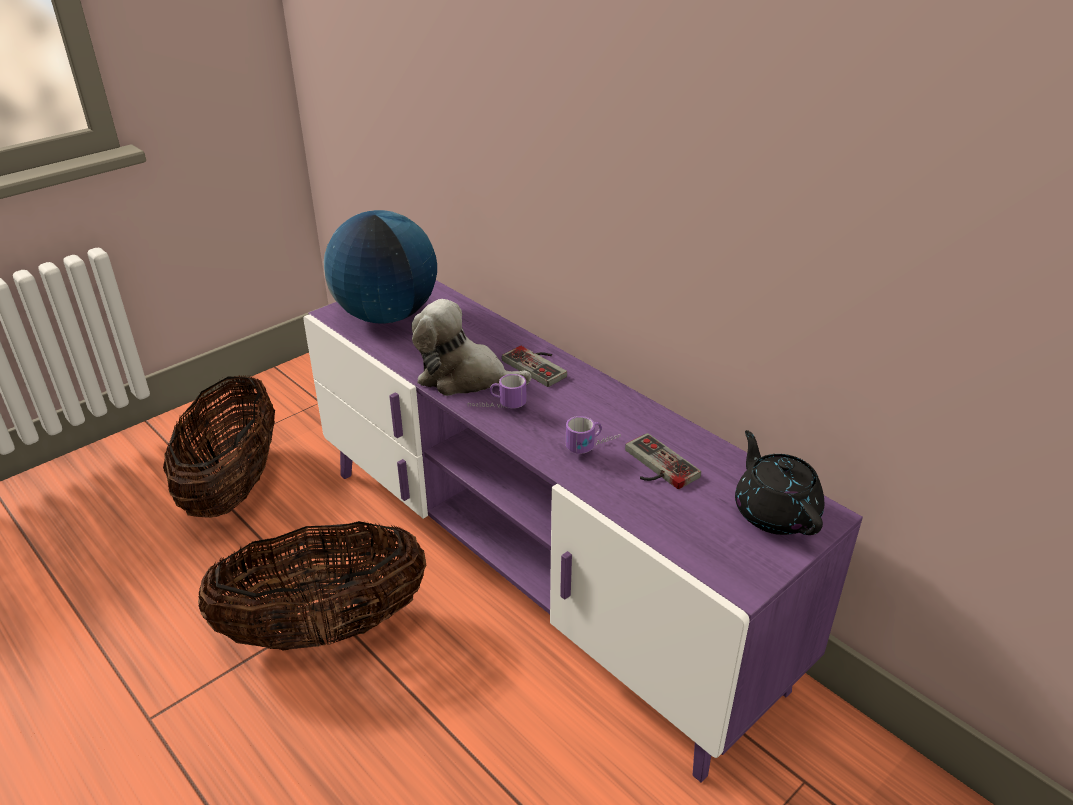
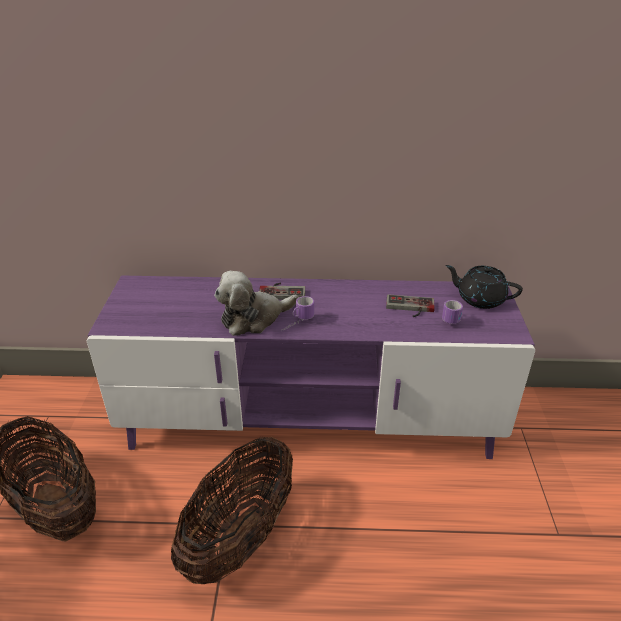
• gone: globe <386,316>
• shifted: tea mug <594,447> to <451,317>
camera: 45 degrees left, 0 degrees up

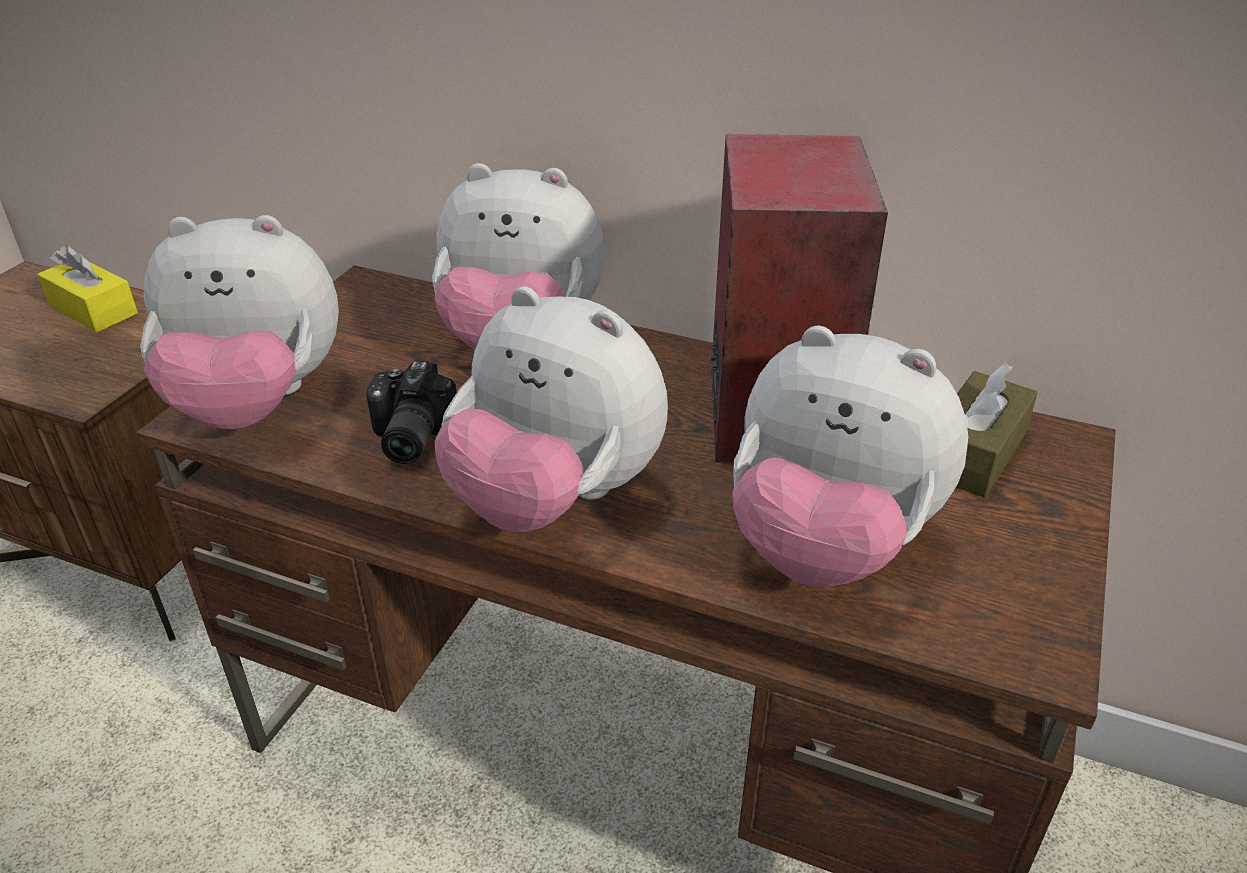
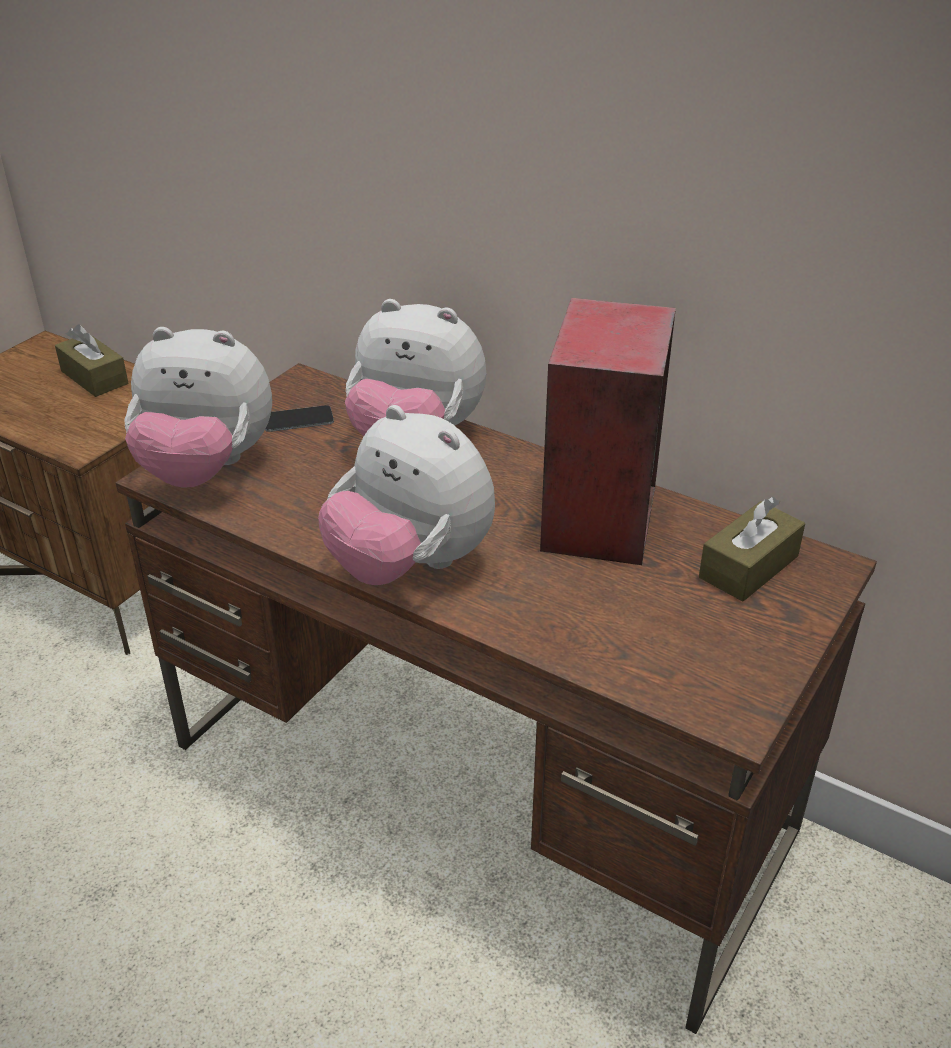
• repainted: yellow-coloured tissue holder <93,310> to brown tissue holder <94,377>
• gone: cuddly toy <828,545>
• gone: photo camera <406,437>
• new: telephone <298,419>
camera: 10 degrees right, 0 degrees up

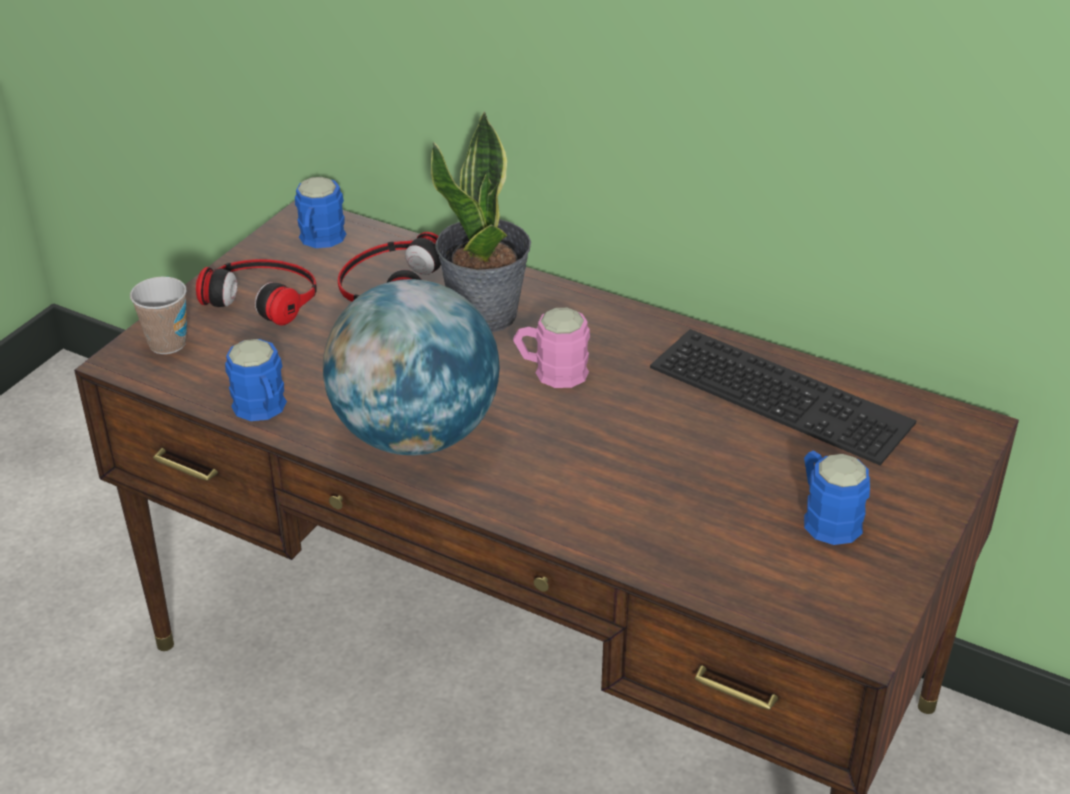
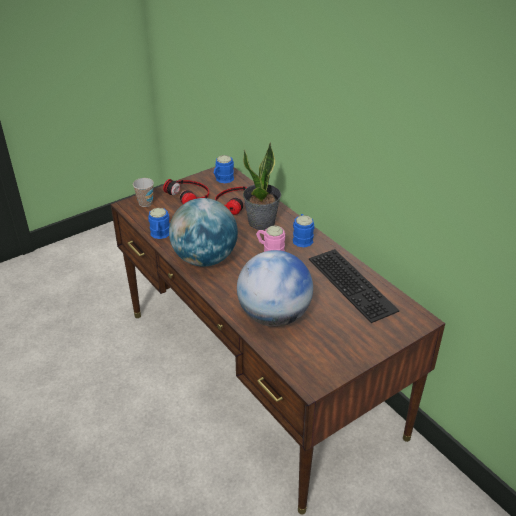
• shifted: blue-coloured tea mug <826,516> to <302,238>
• new: globe <274,316>
camera: 25 degrees right, 0 degrees up

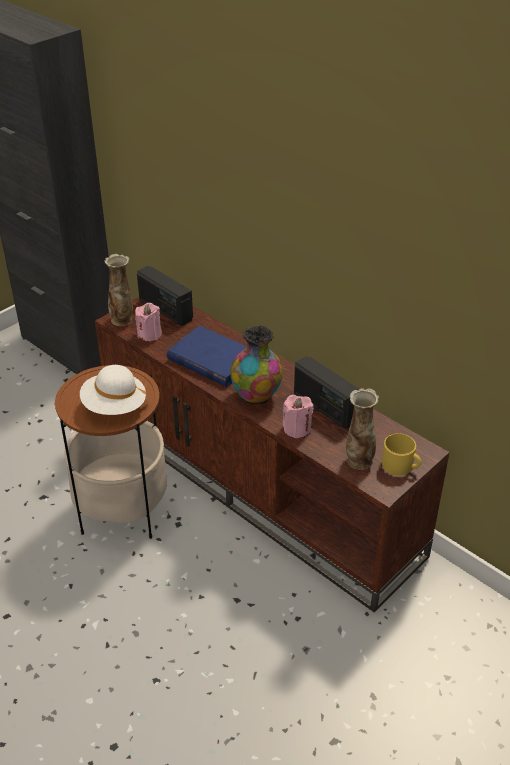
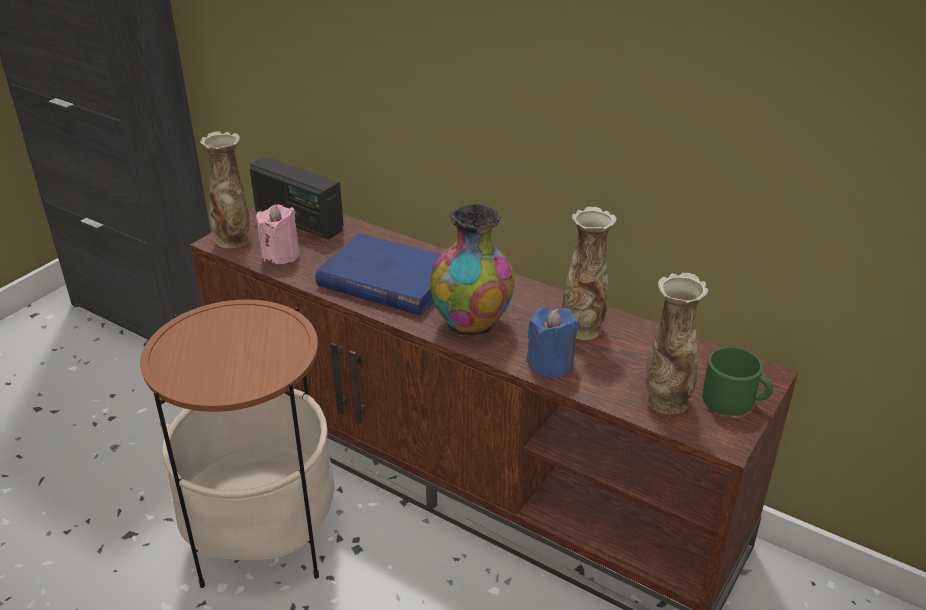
• swapped: radio set <324,407> to decorative vase <583,328>
• gone: white-coloured hat <114,406>
• repainted: pinkish candle <297,428> to blue-coloured candle <551,364>
• repainted: yellow-coloured tea mug <401,466> to green-coloured tea mug <735,400>
camera: 10 degrees left, 5 degrees down

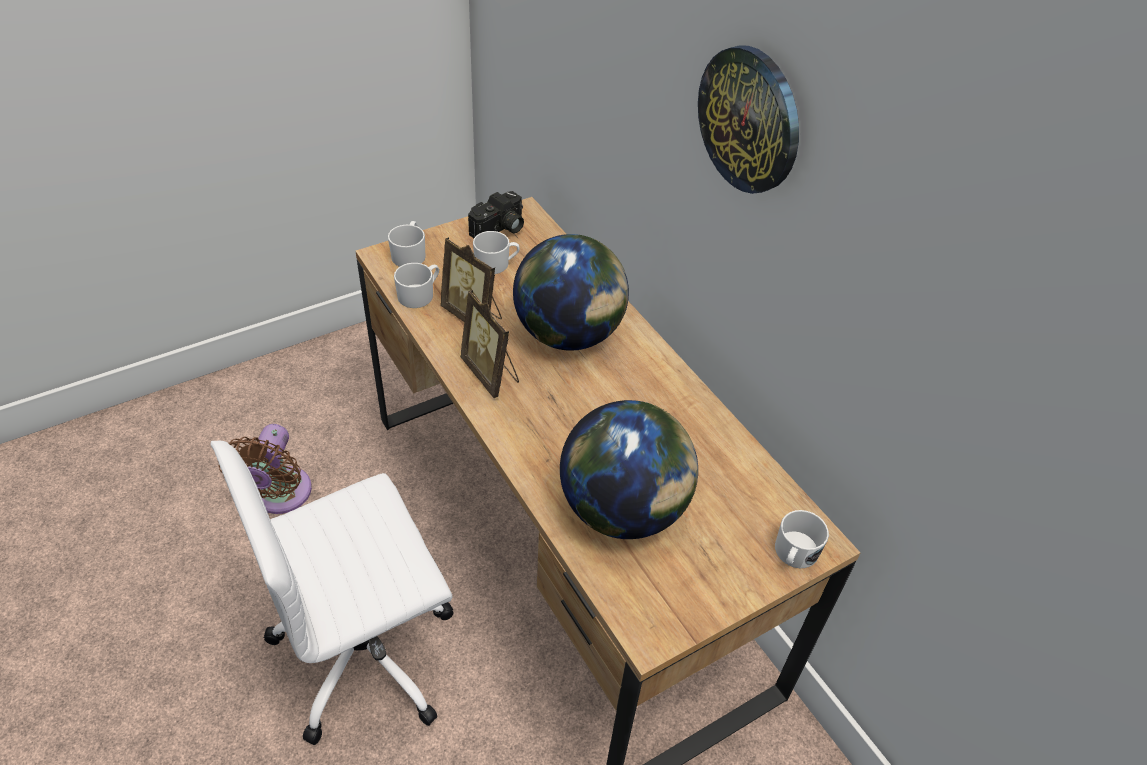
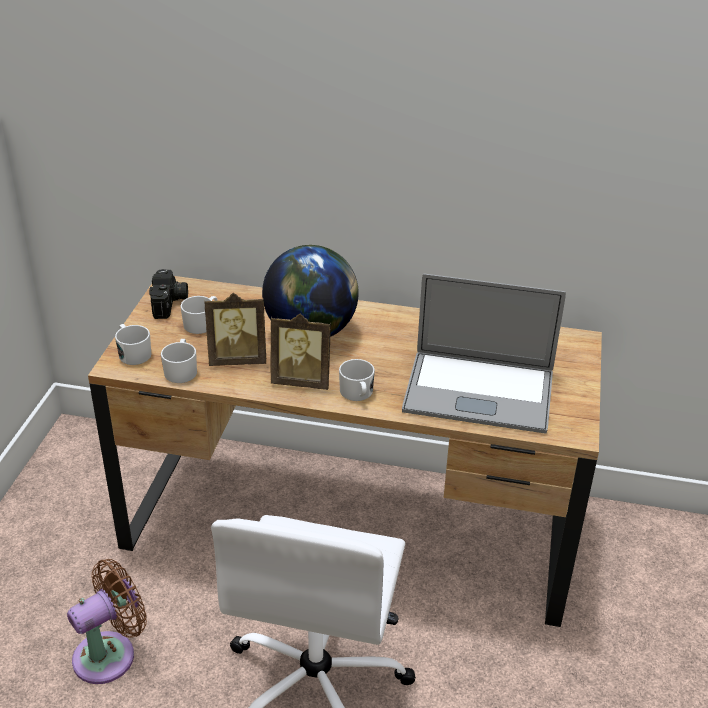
• gone: clock on the wall <750,120>
• swapped: globe <623,509> to laptop <478,392>
• rotated: brown cooling fan <279,496> = <110,654> 90 degrees counterclockwise
• shifted: white-coloured tea mug <794,554> to <357,394>
camera: 45 degrees left, 10 degrees down

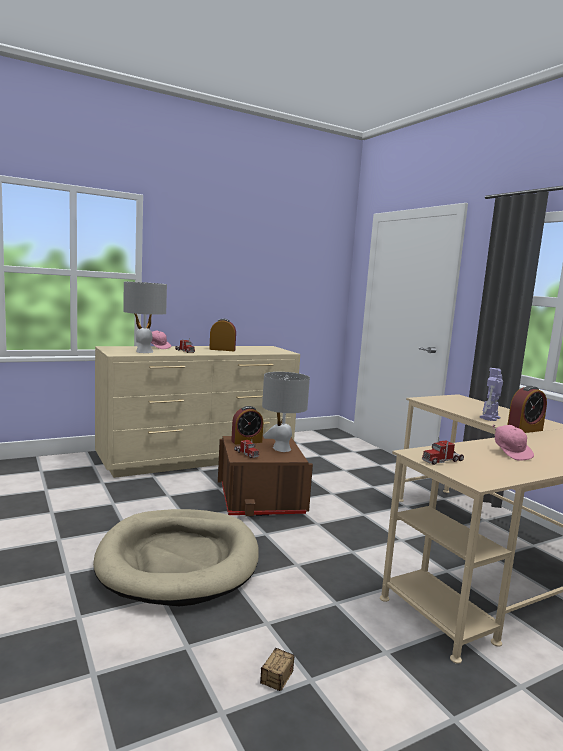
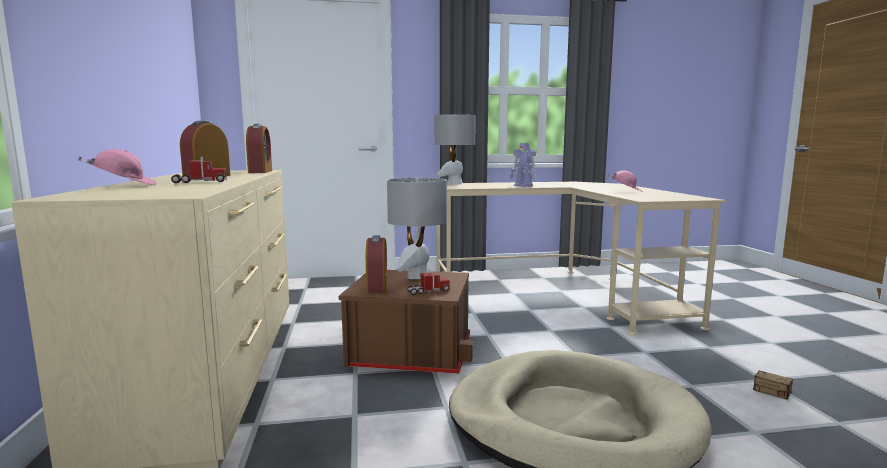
• shifted: greyish table lamp <144,351> to <454,183>
• shifted: table clock <524,430> to <260,172>
• gone: toy lorry <442,461>
camera: 70 degrees left, 0 degrees up

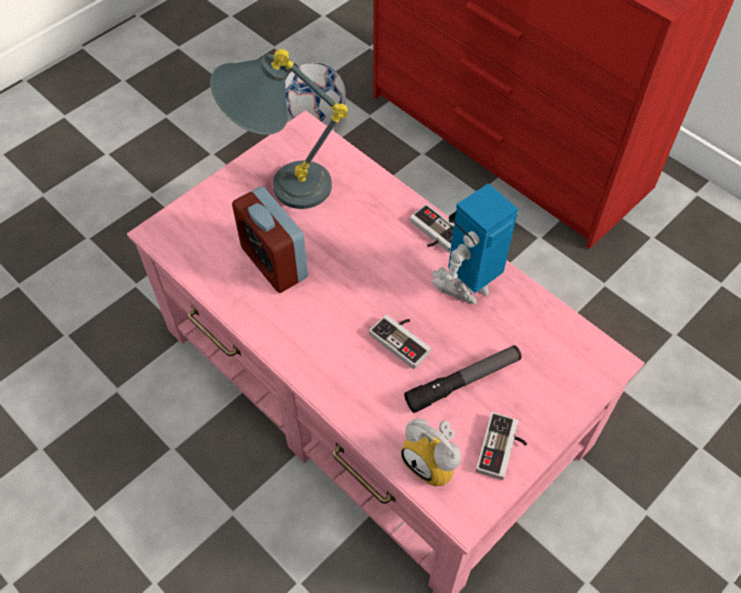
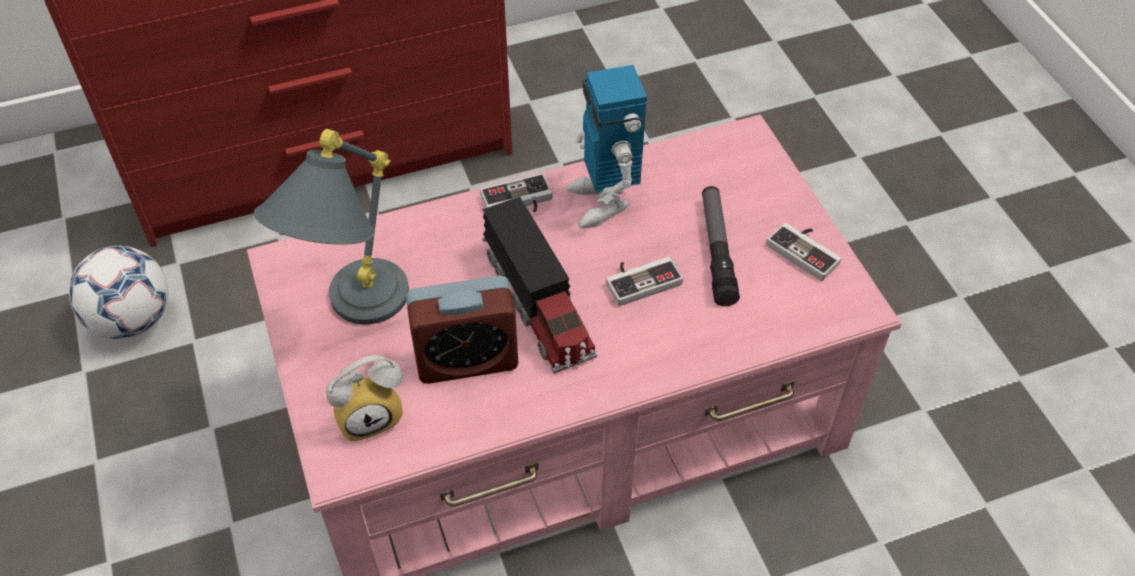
• shifted: table clock <434,462> to <370,414>
• new: toy lorry <539,304>
camera: 65 degrees left, 5 degrees down

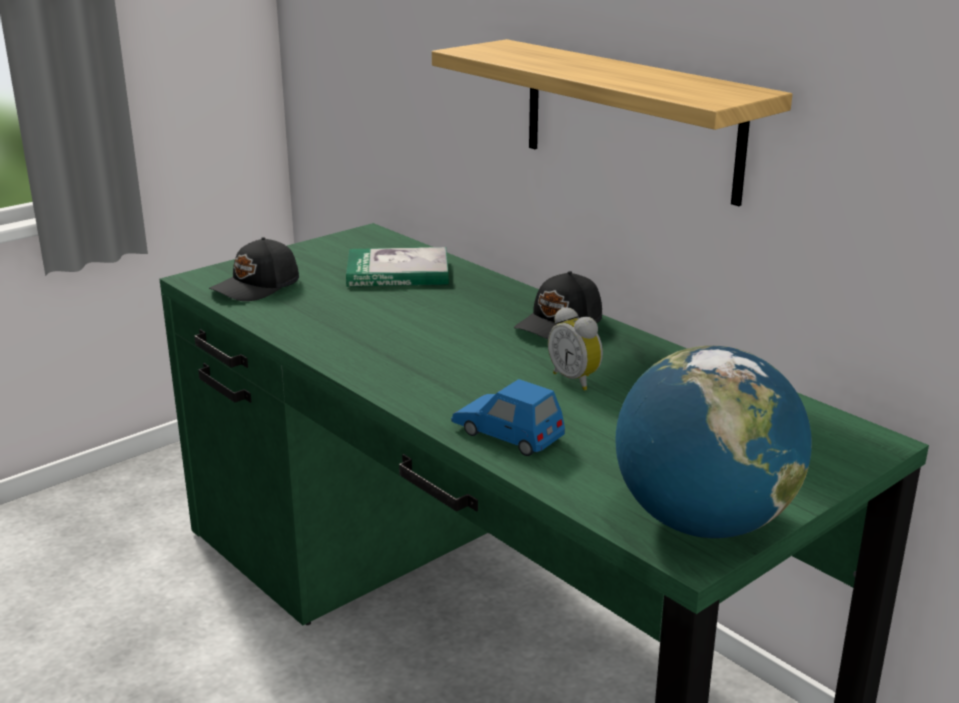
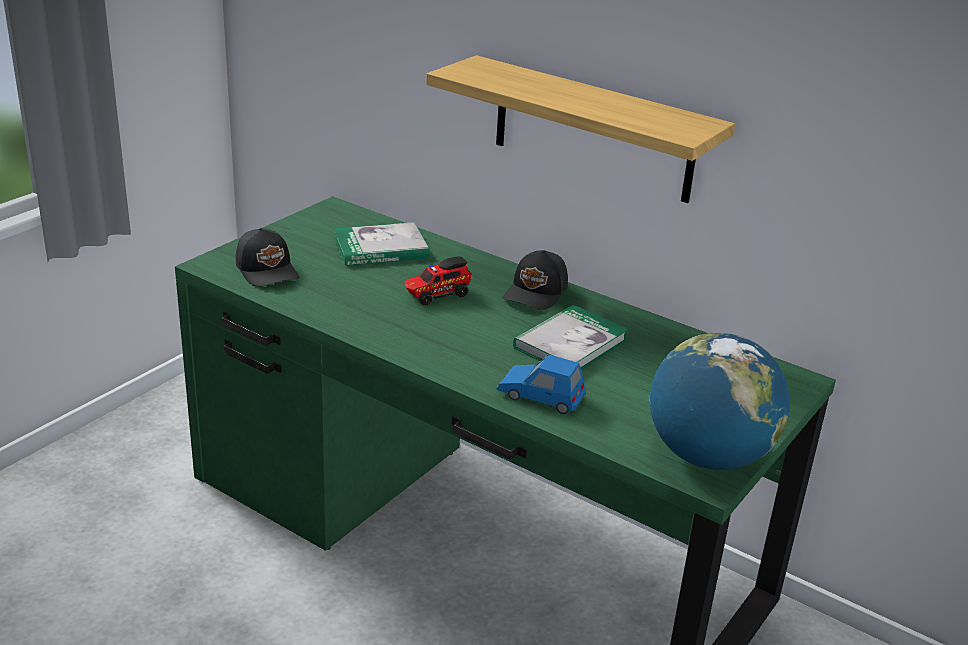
• rotated: blackish peaked cap <257,287> = <268,270> 60 degrees counterclockwise
• swapped: table clock <576,380> to bound book <570,343>
• new: toy lorry <436,295>
camera: 15 degrees left, 5 degrees up

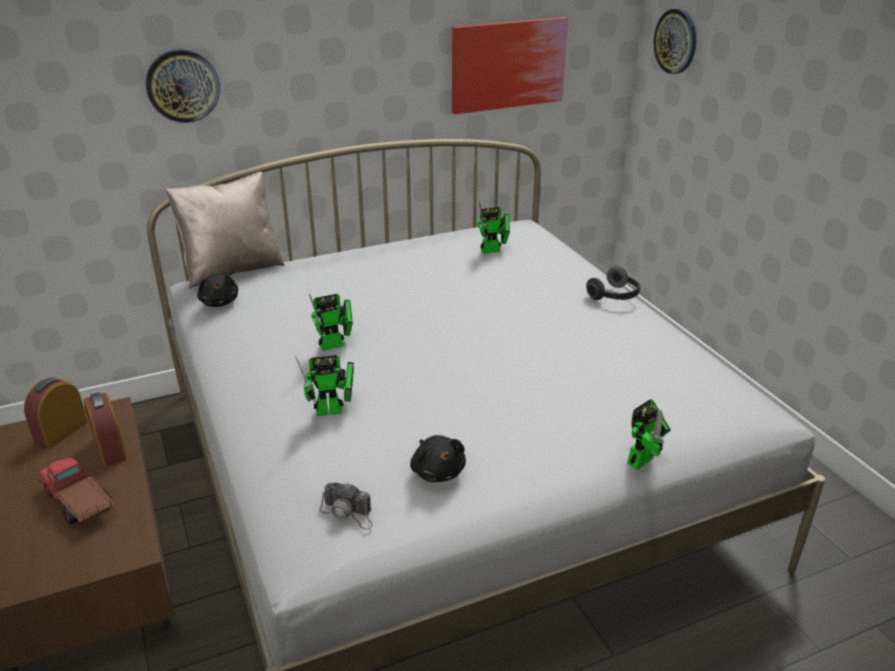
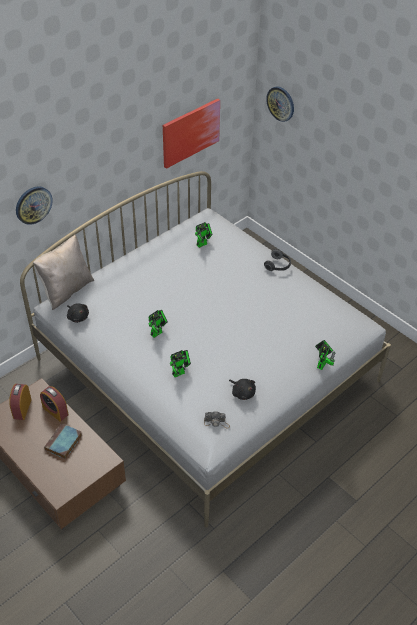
• swapped: toy lorry <79,503> to bound book <63,443>
camera: 20 degrees left, 15 degrees up

